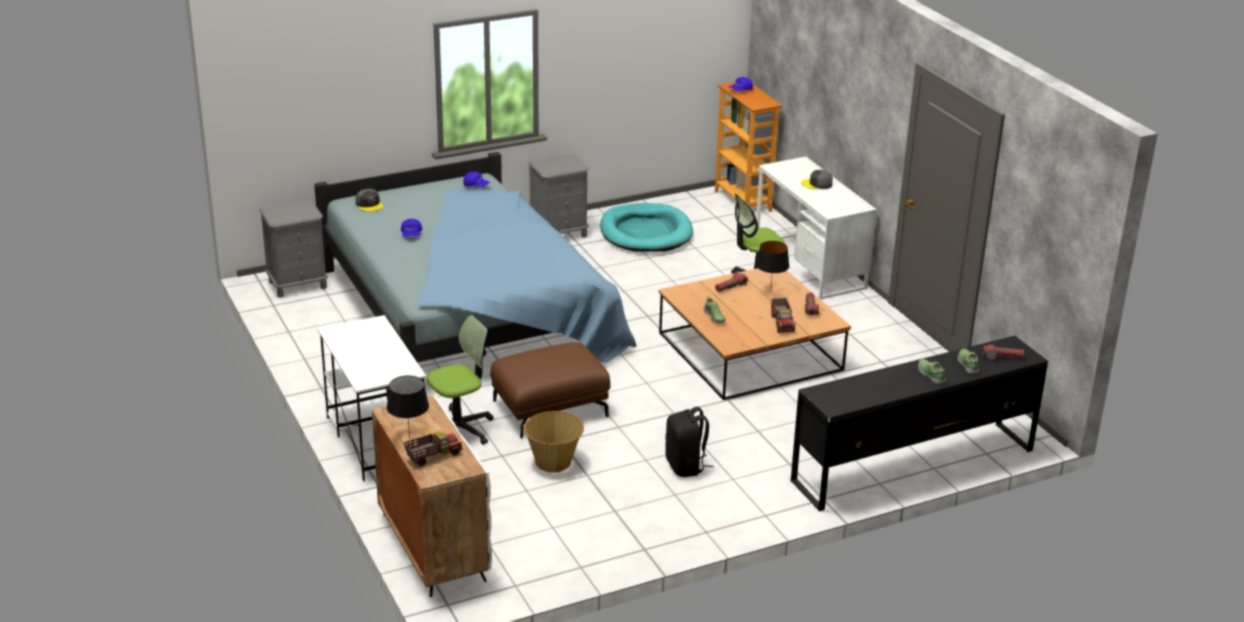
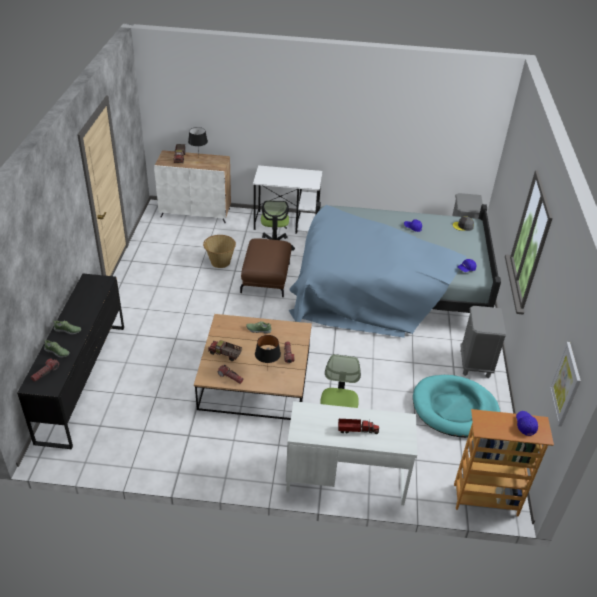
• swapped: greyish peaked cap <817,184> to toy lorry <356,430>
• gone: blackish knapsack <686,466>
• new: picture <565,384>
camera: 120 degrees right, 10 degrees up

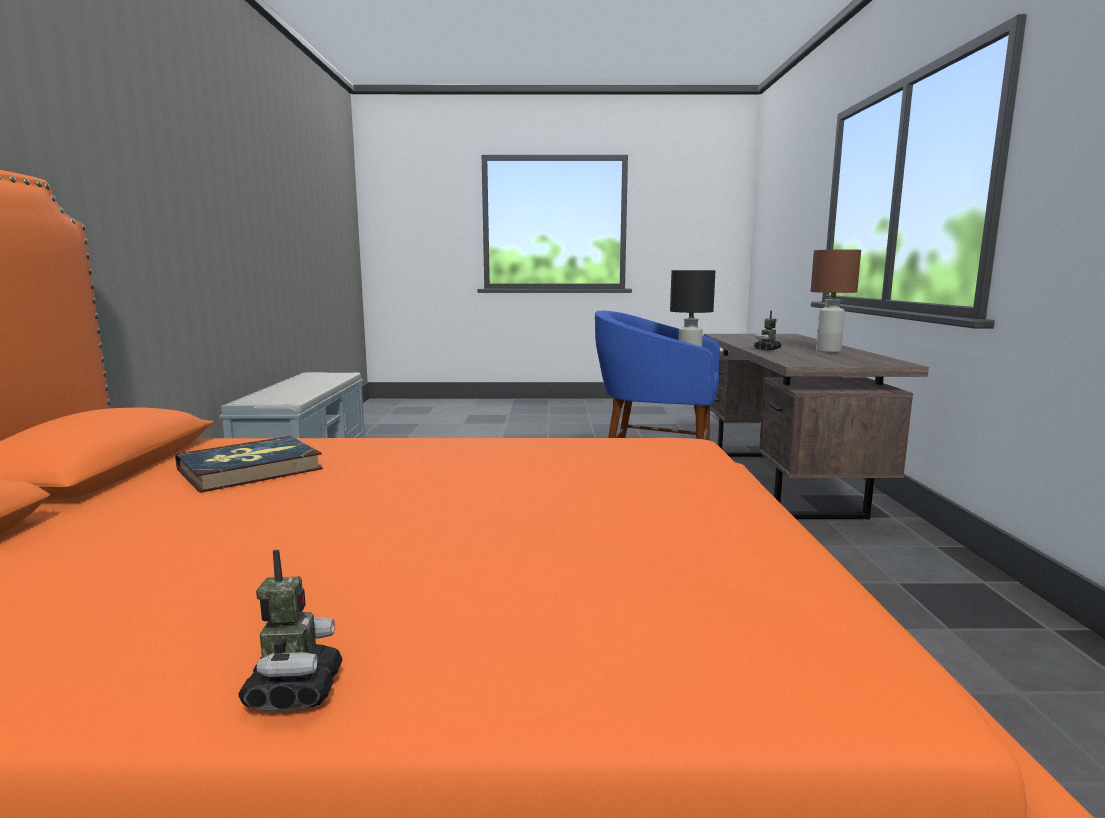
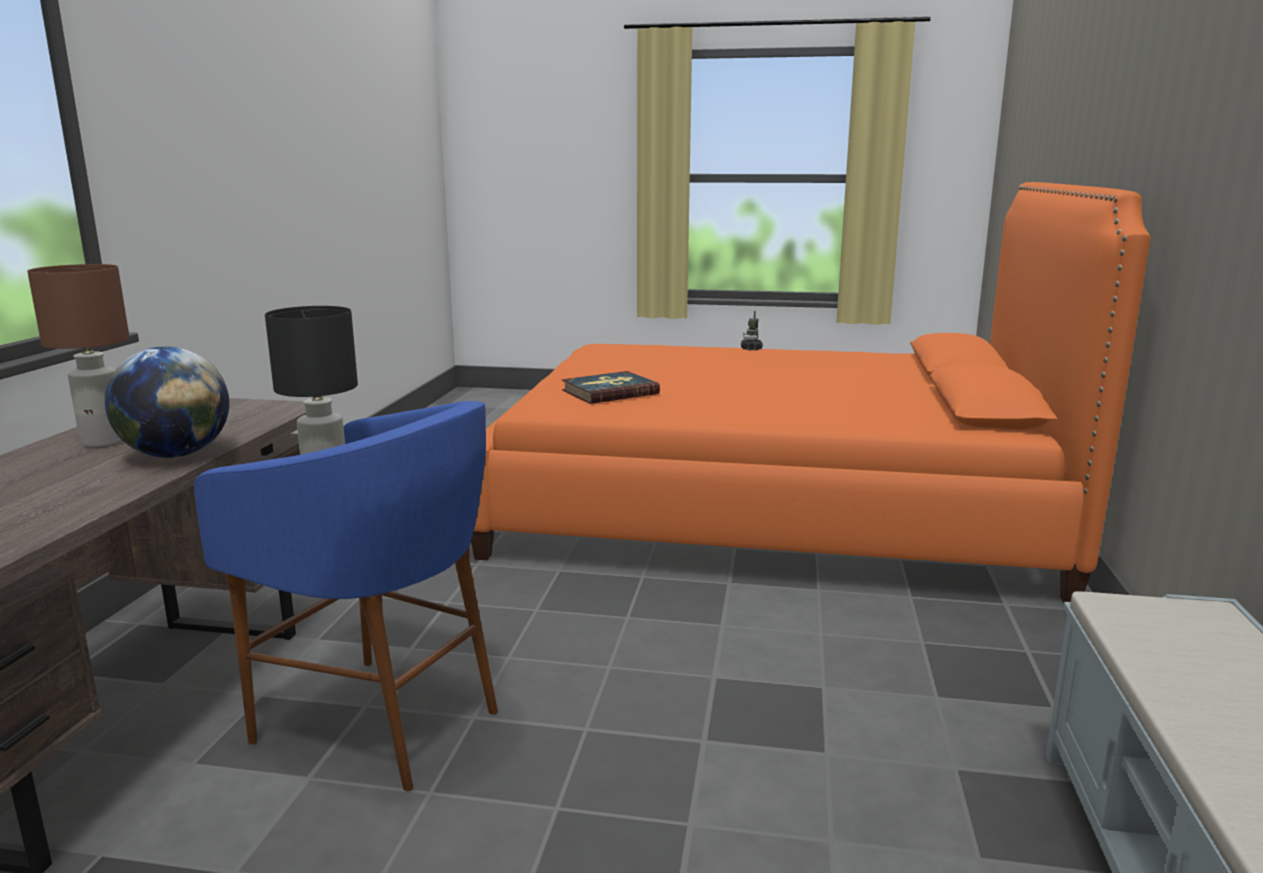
• swapped: robot figure <767,349> to globe <176,455>
• shifted: bound book <250,469> to <609,392>
camera: 170 degrees left, 5 degrees up

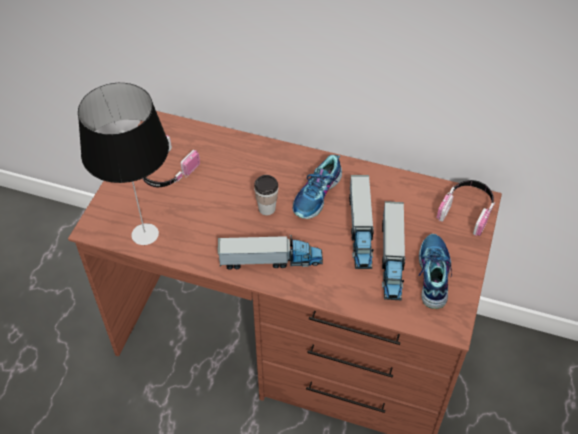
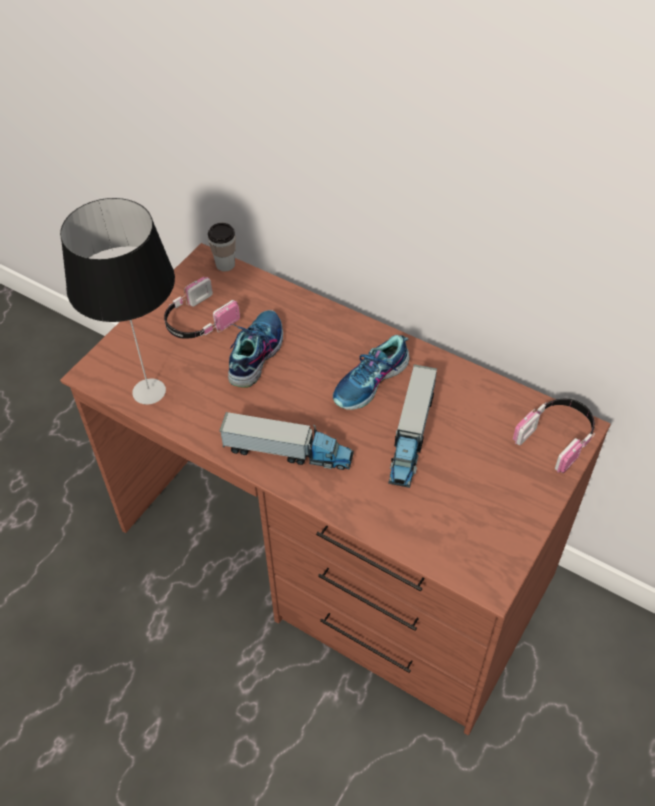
• shifted: drinking cup <267,208> to <225,264>
• gone: toy lorry <392,258>
• shifted: shoe <432,275> to <255,354>
camera: 15 degrees right, 0 degrees up

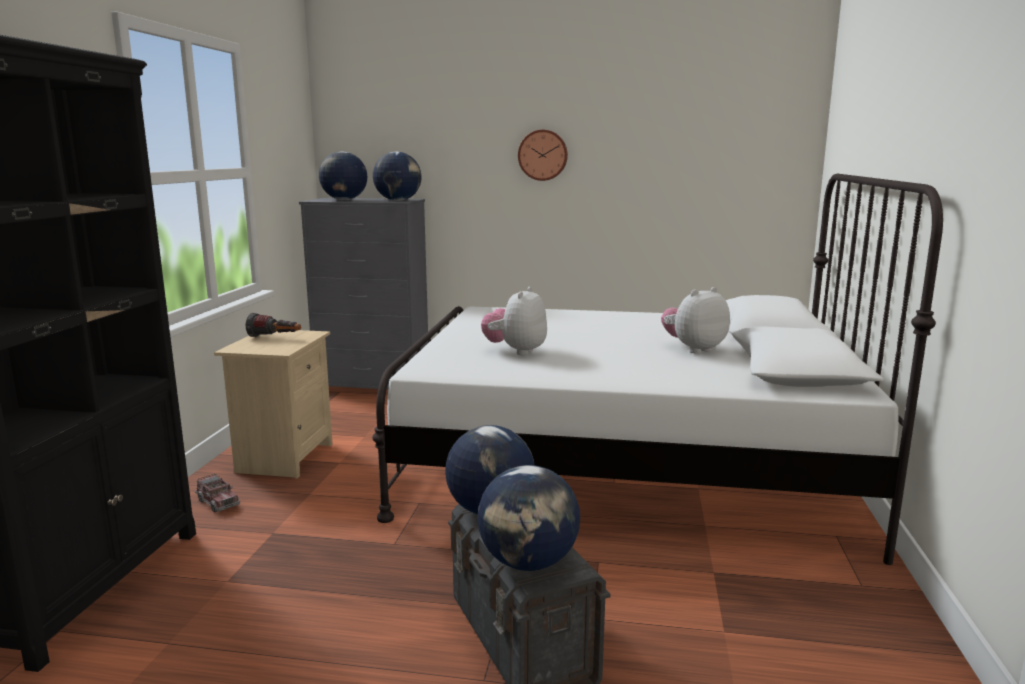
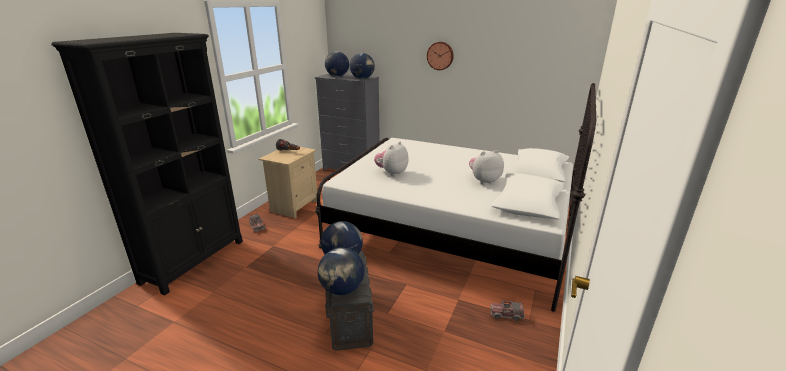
• new: toy lorry <506,314>
camera: 15 degrees right, 10 degrees up

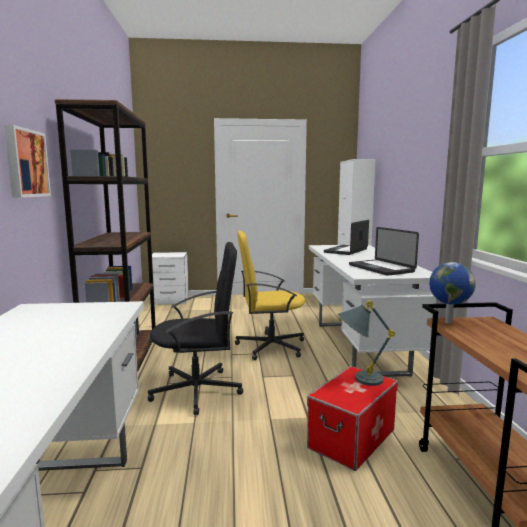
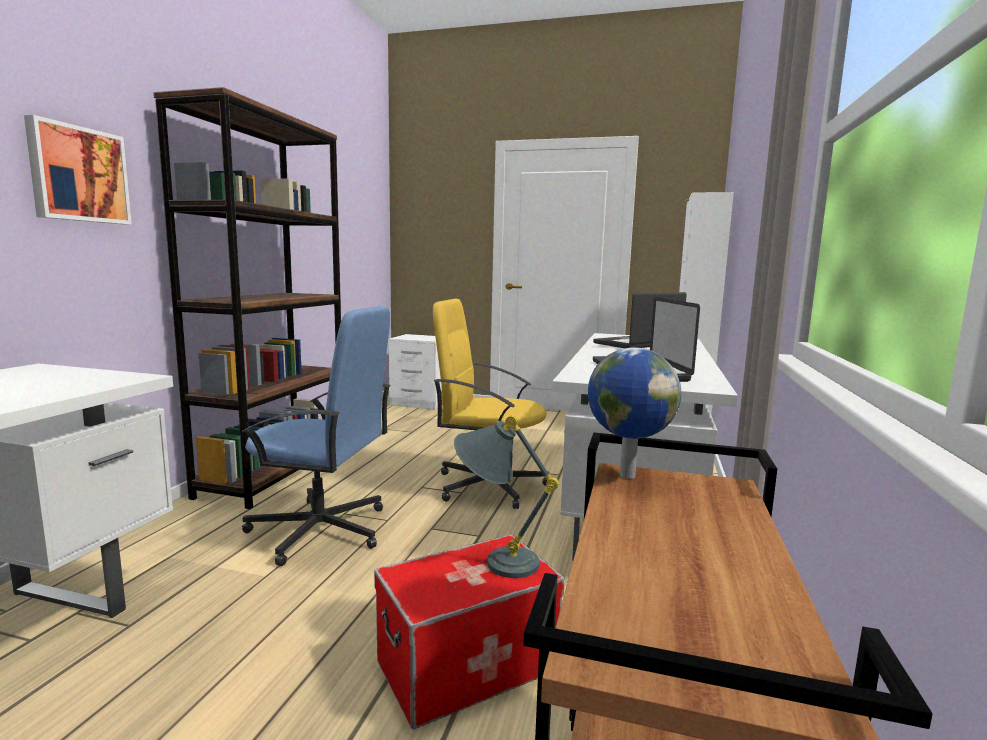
• repainted: blackish desk chair <198,390> to blue-coloured desk chair <321,530>
camera: 20 degrees right, 0 degrees up

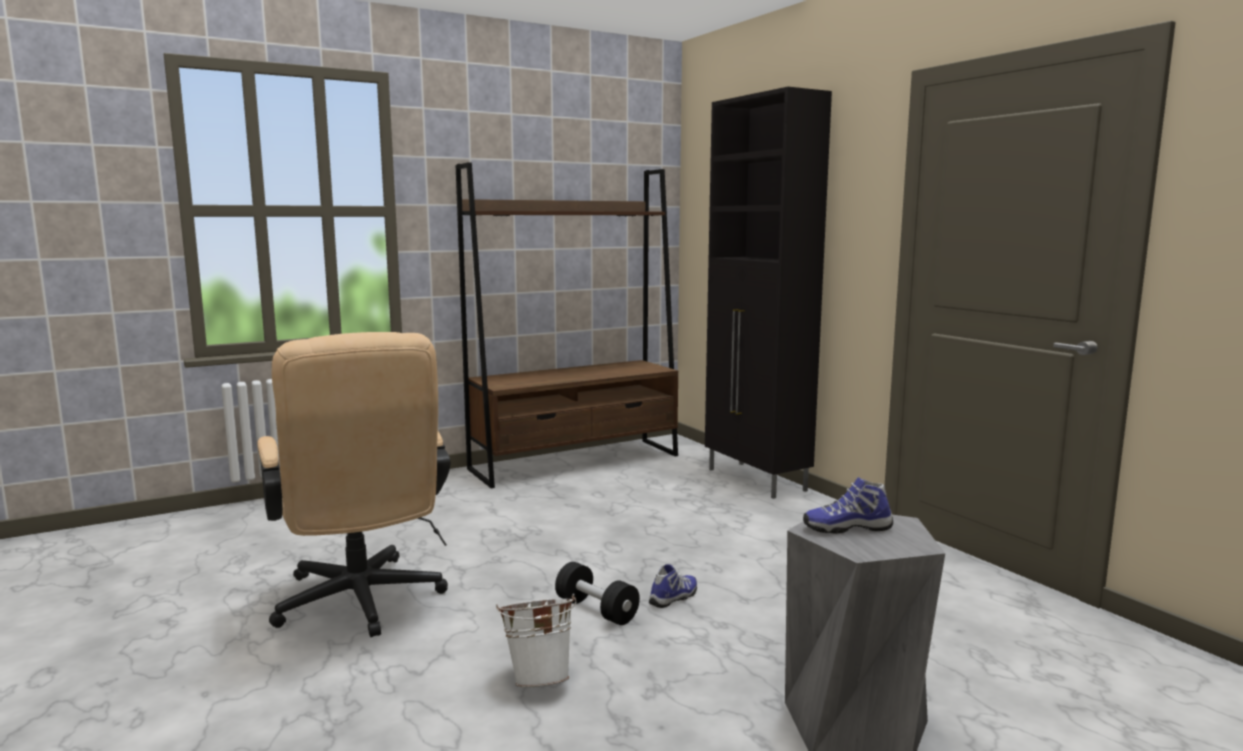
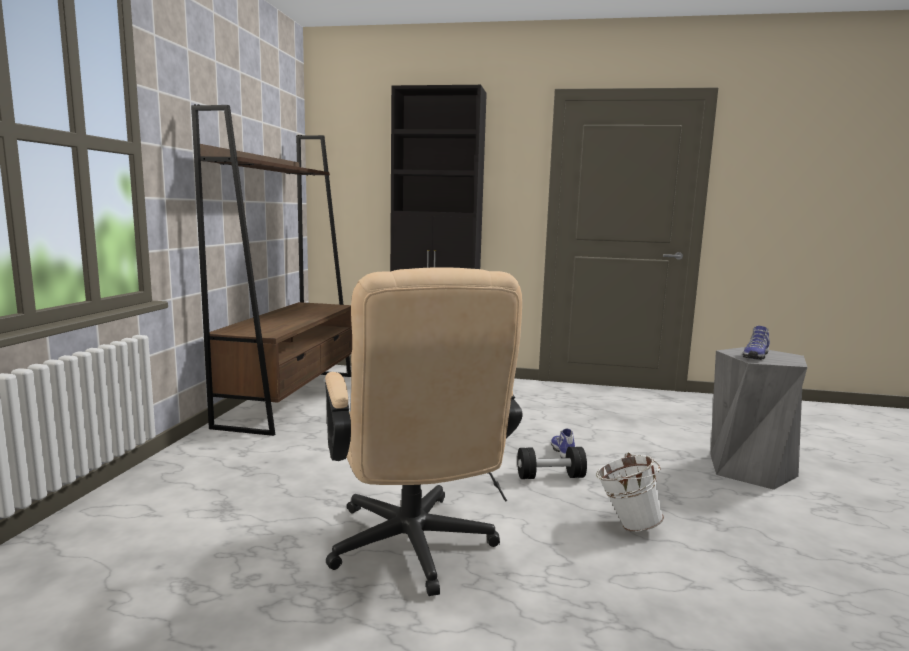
• rotated: beige desk chair <361,605> = <414,551> 60 degrees clockwise
camera: 50 degrees left, 0 degrees up

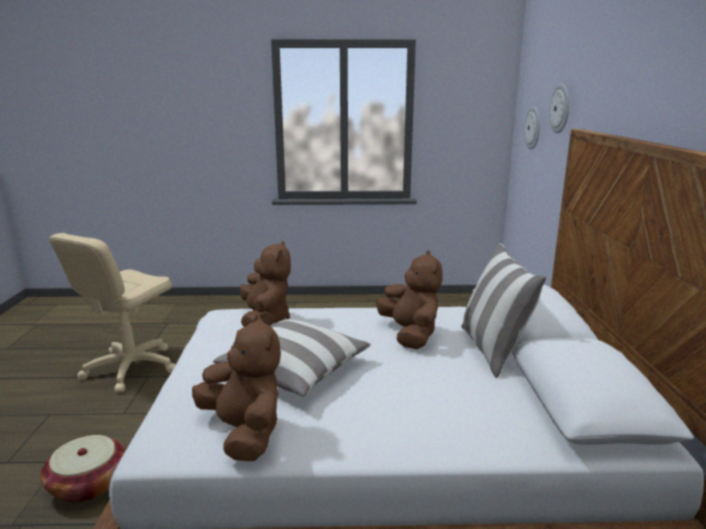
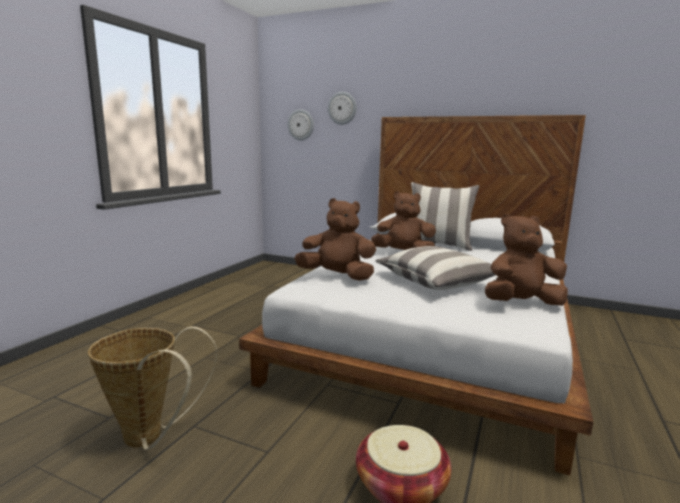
• swapped: beige desk chair <130,368> to household basket <151,438>
camera: 65 degrees left, 5 degrees down

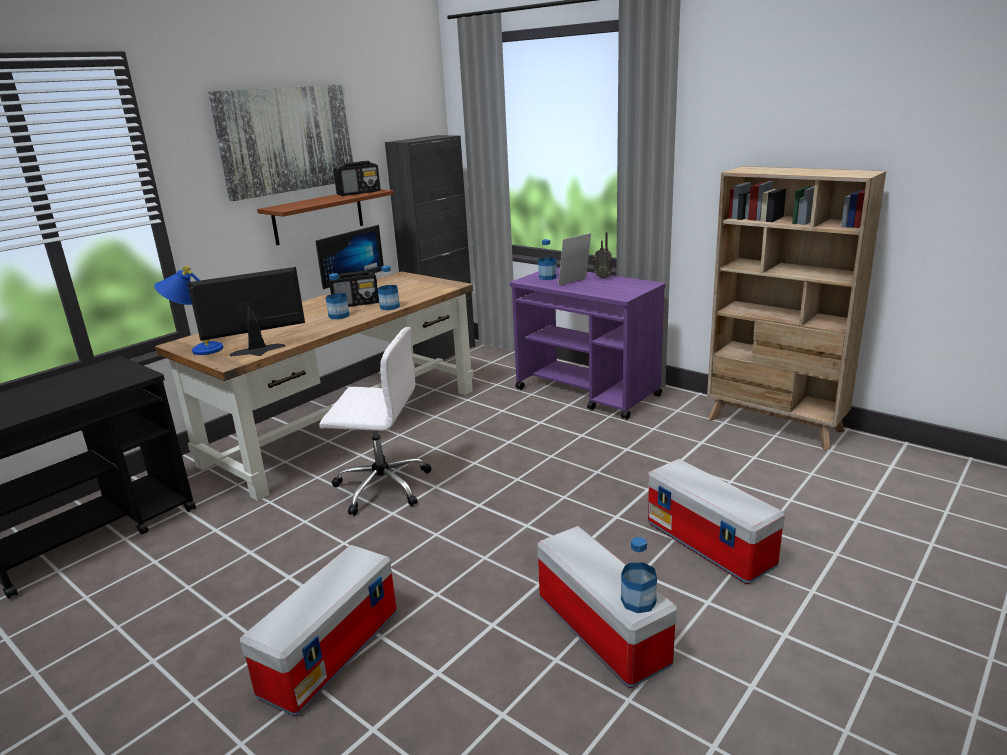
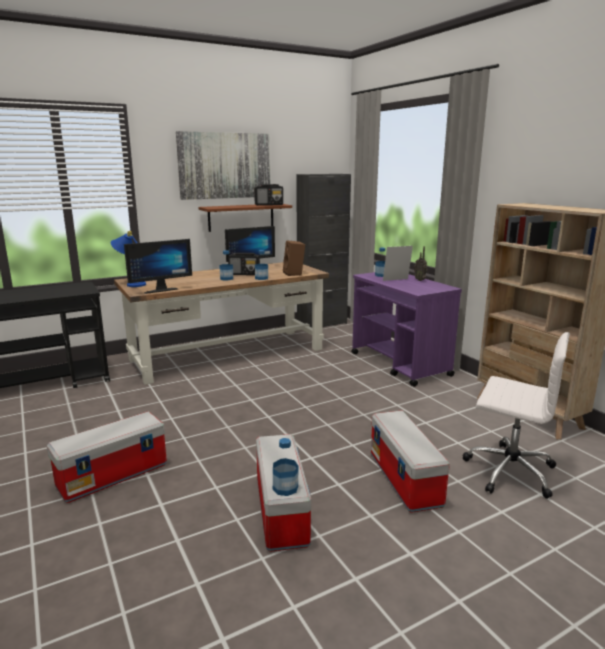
• rotated: computer display <258,352> = <160,290> 150 degrees clockwise
• shifted: white-coloured desk chair <381,486> to <508,470>
• new: brown loudspeaker <294,274>
camera: 20 degrees right, 5 degrees down

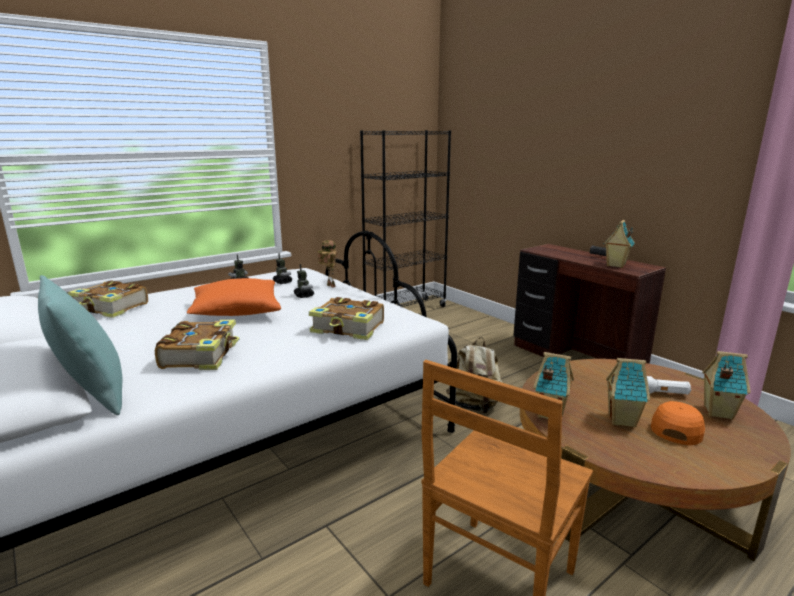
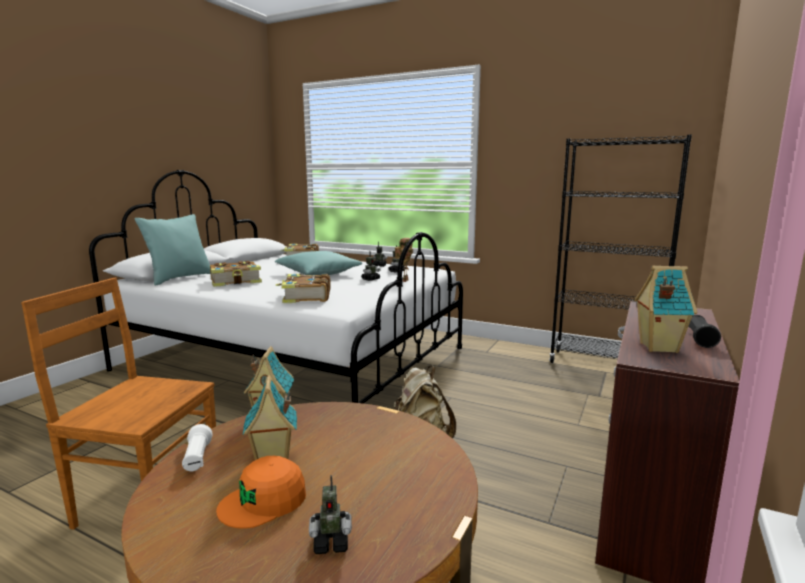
• repainted: orange throw pillow <236,311> to turquoise-coloured throw pillow <318,274>
• swapped: model house <717,412> to robot figure <331,543>
• shifted: white-coloured hand torch <665,394> to <197,458>
• rotated: orange peaked cap <677,428> = <264,501> 135 degrees clockwise
camera: 65 degrees right, 5 degrees down

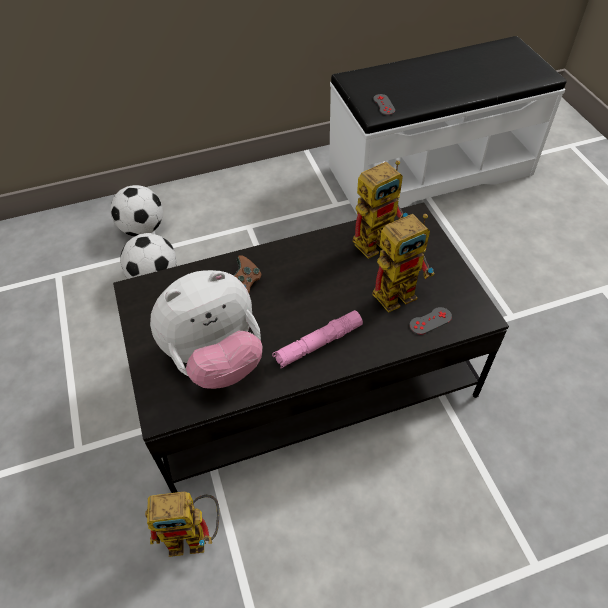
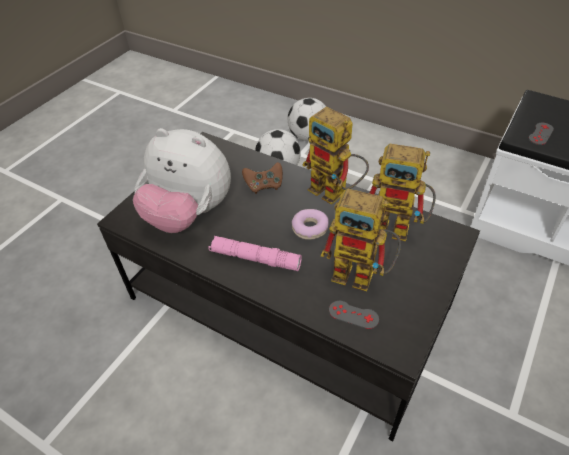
• shifted: robot figure <195,536> to <335,193>
• new: donut <310,228>
camera: 50 degrees right, 5 degrees down

